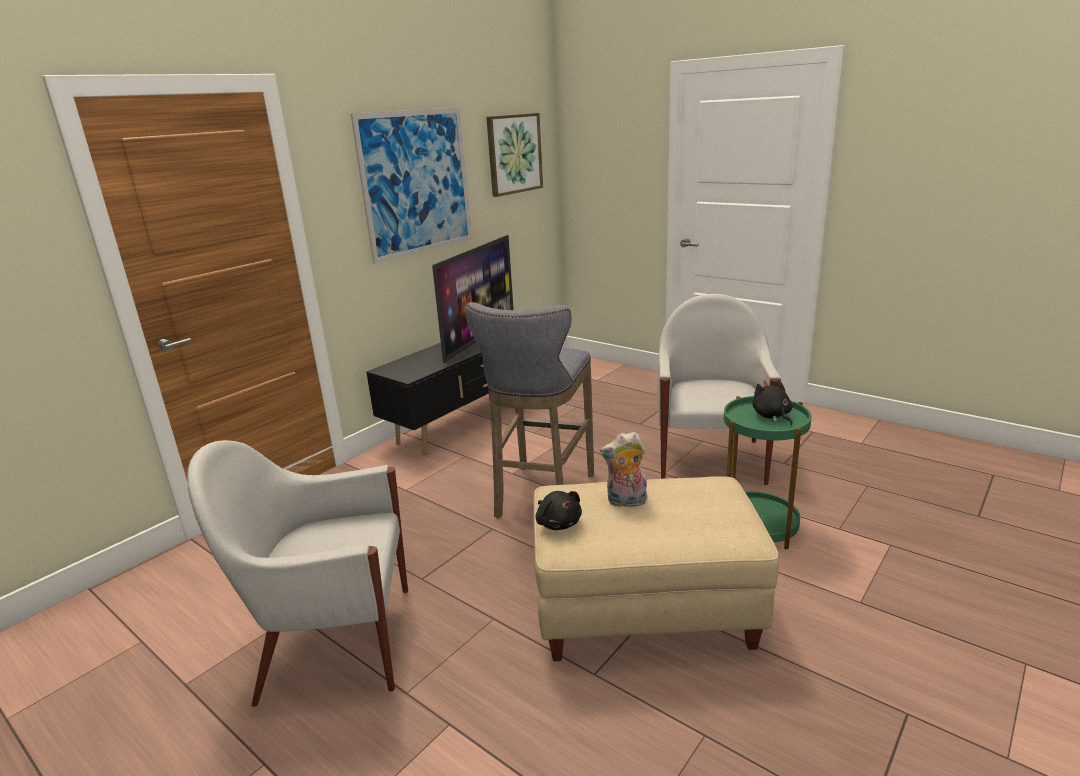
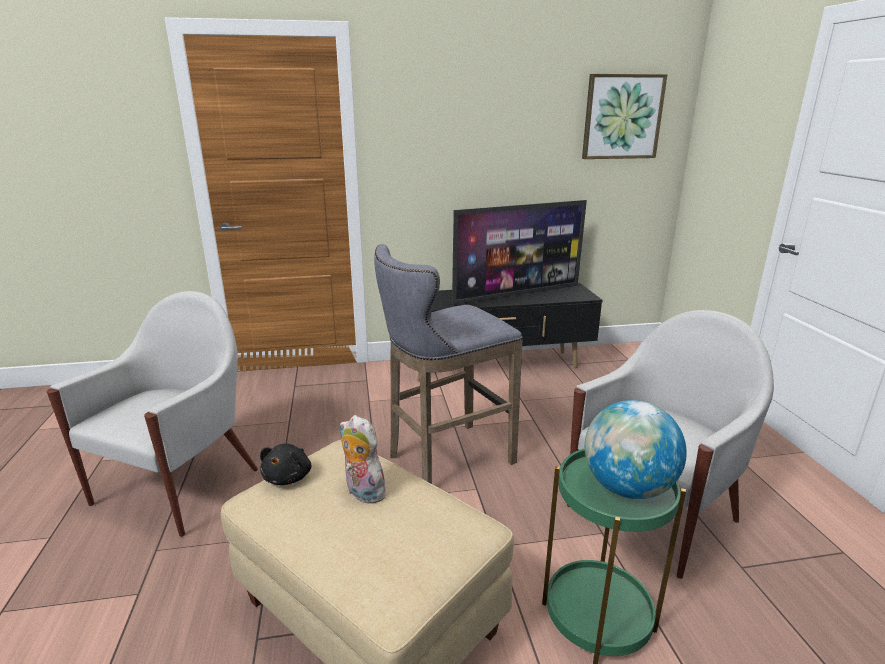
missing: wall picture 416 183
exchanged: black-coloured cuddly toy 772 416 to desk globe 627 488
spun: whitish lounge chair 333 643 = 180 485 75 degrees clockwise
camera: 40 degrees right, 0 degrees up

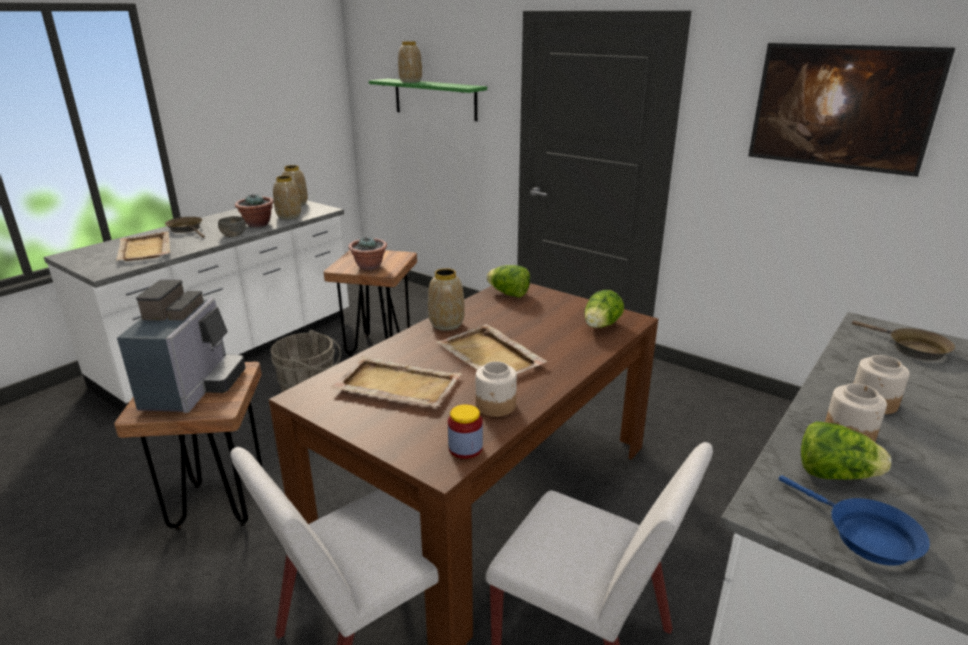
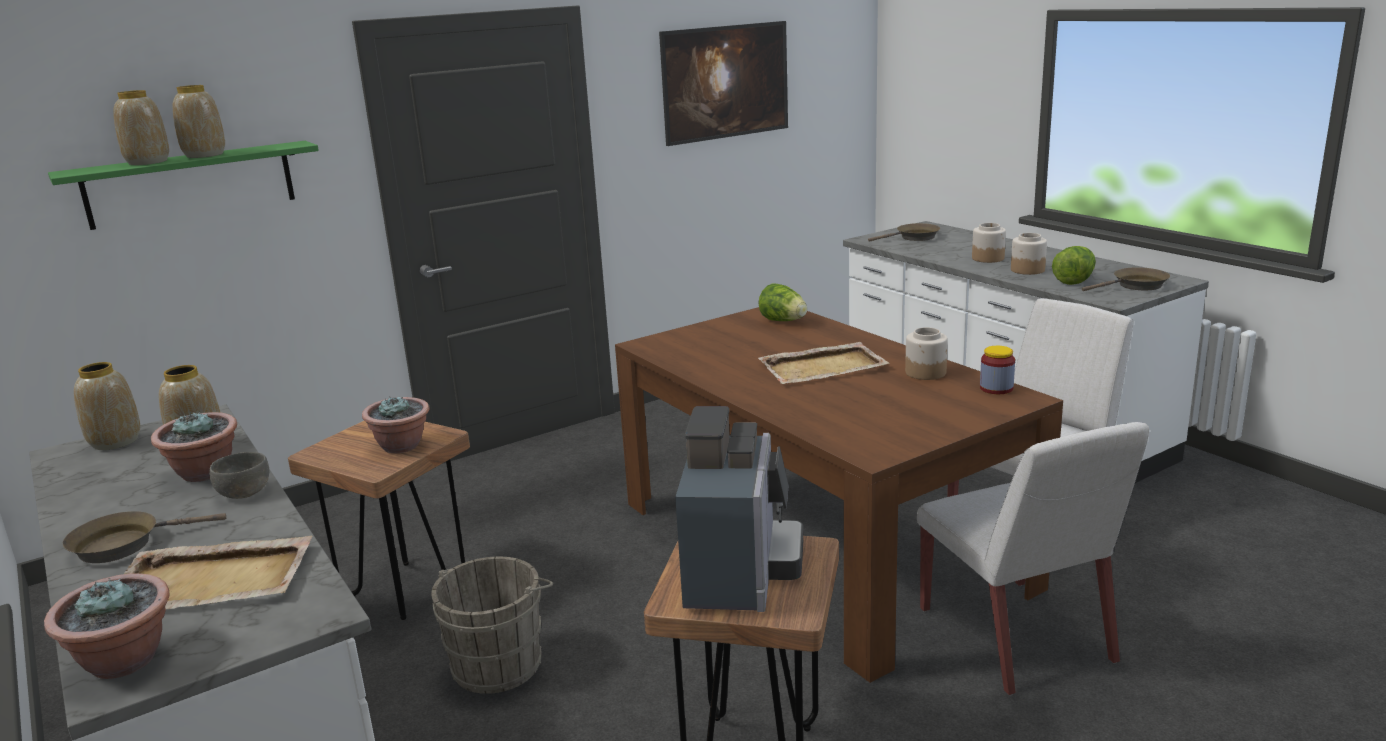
missing: lettuce 508 294; sand-coloured carrying tray 396 385
appeared: plant in a pot 125 661
relocated: vase 446 324 to 204 155
colour: blue-coloured pan 865 536 to brownish pan 1136 286
spun: coffee brewer 193 388 = 740 573 75 degrees clockwise
camera: 70 degrees left, 5 degrees down

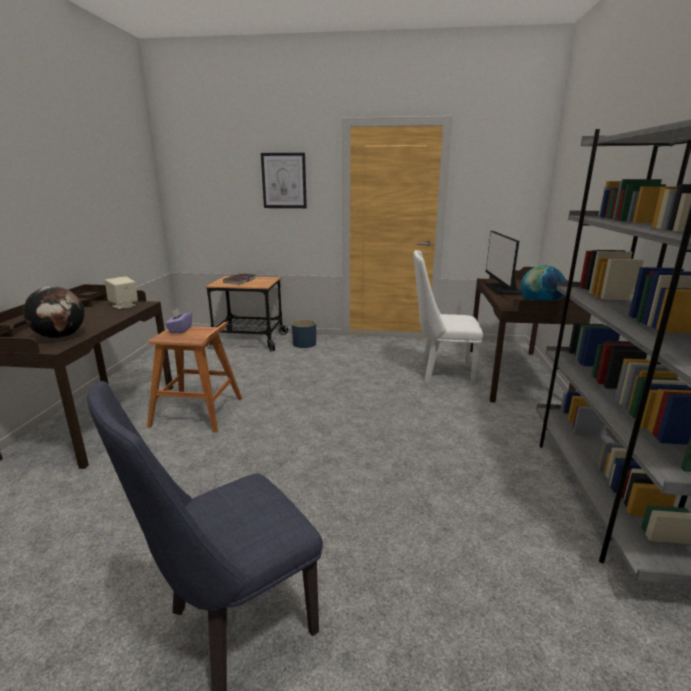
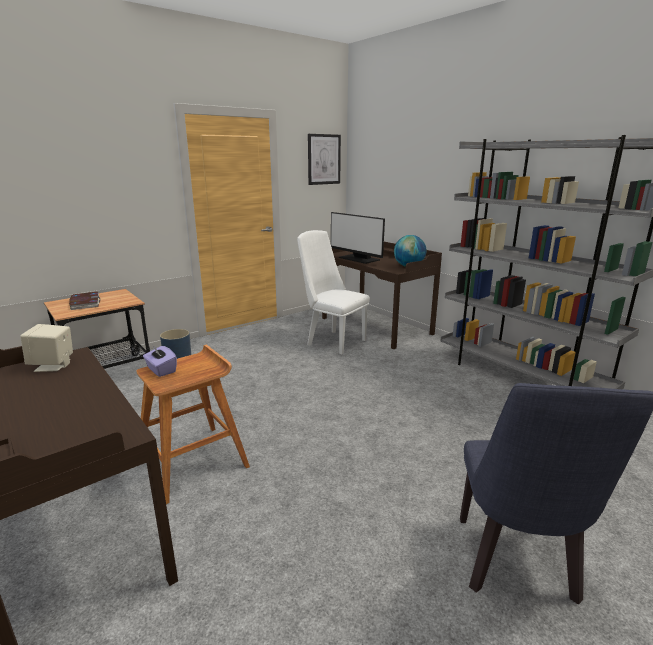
missing: desk globe 61 337
relocated: wall picture 284 181 to 324 159
spun: whitish chair 441 373 = 332 341 75 degrees clockwise
camera: 45 degrees left, 0 degrees up

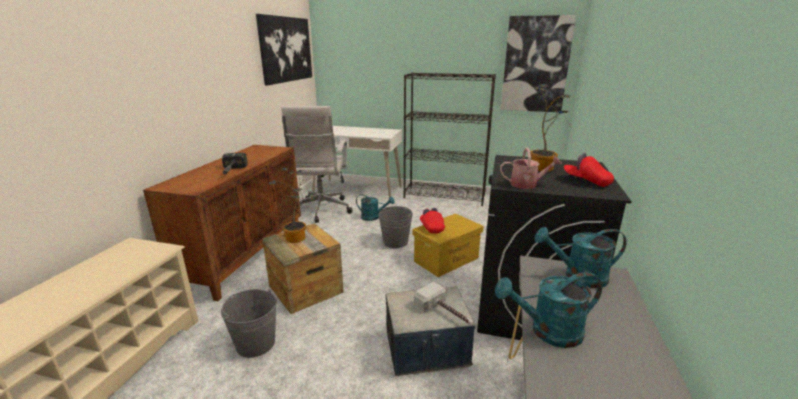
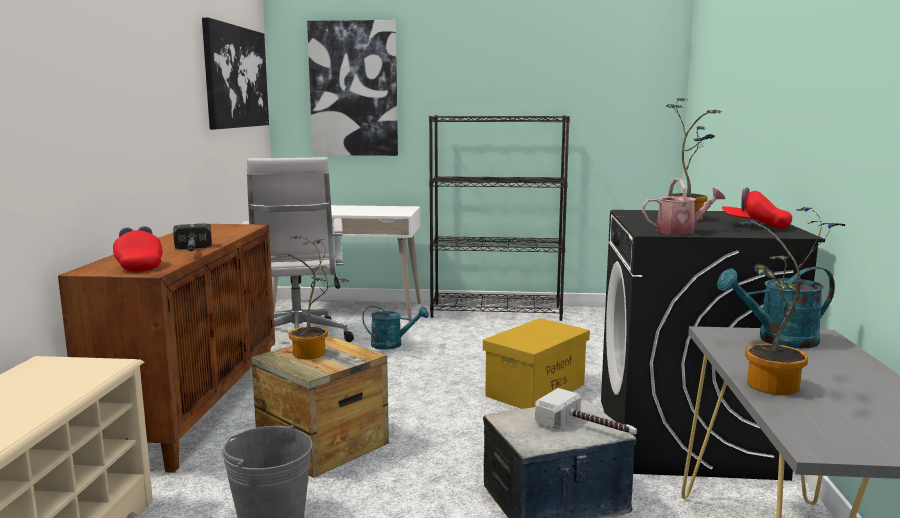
missing: greyish water bucket 395 242
relocated: wall picture 535 65 to 353 89; red peaked cap 431 227 to 139 266
exchanged: turquoise-coloured watering pot 547 332 to plant in a pot 771 388
camera: 10 degrees left, 10 degrees down

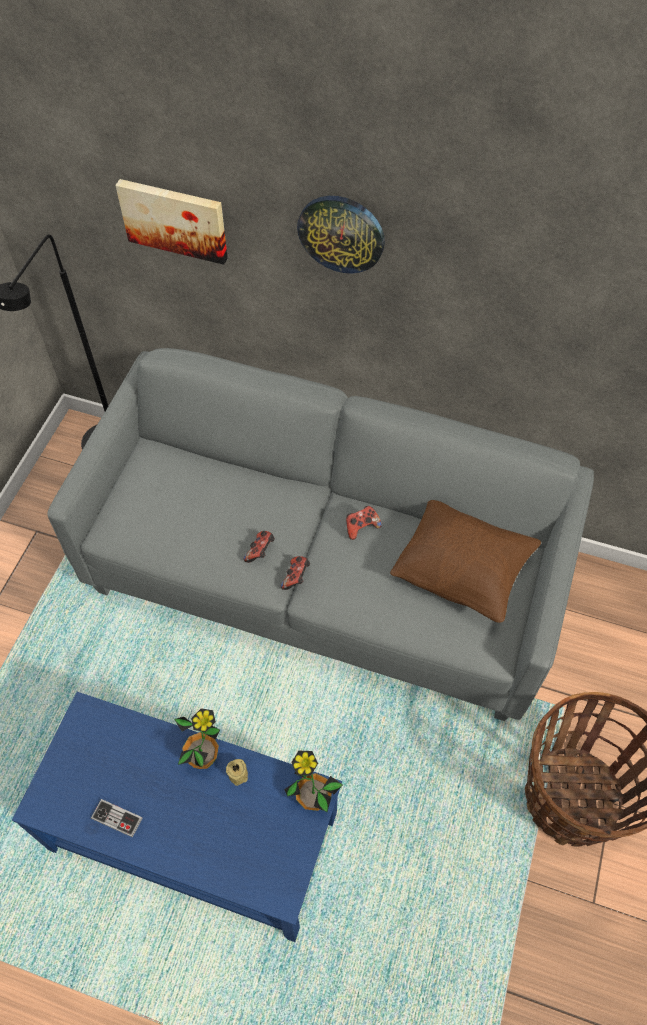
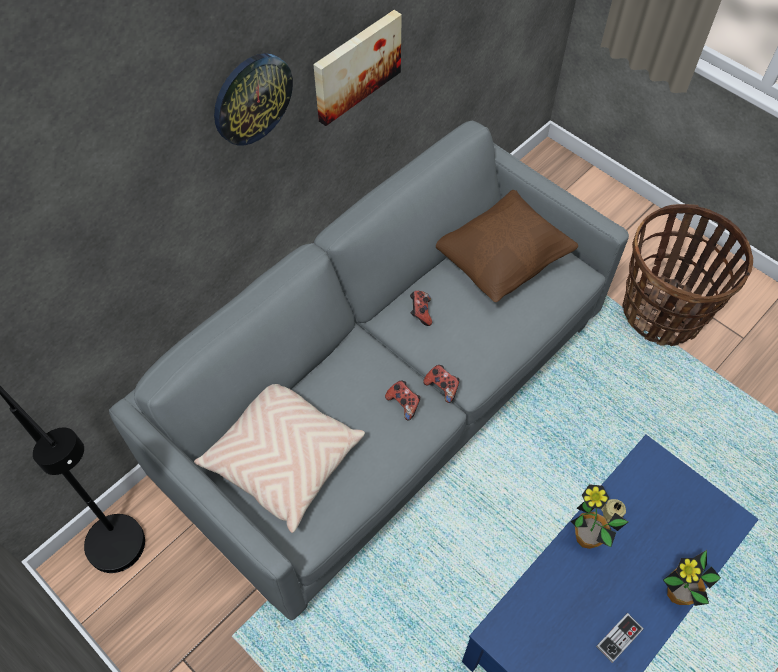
appeared: sand-coloured pillow 282 459
relocated: wall picture 175 219 to 355 65; plant in a pot 313 799 to 677 593
camera: 65 degrees left, 0 degrees up

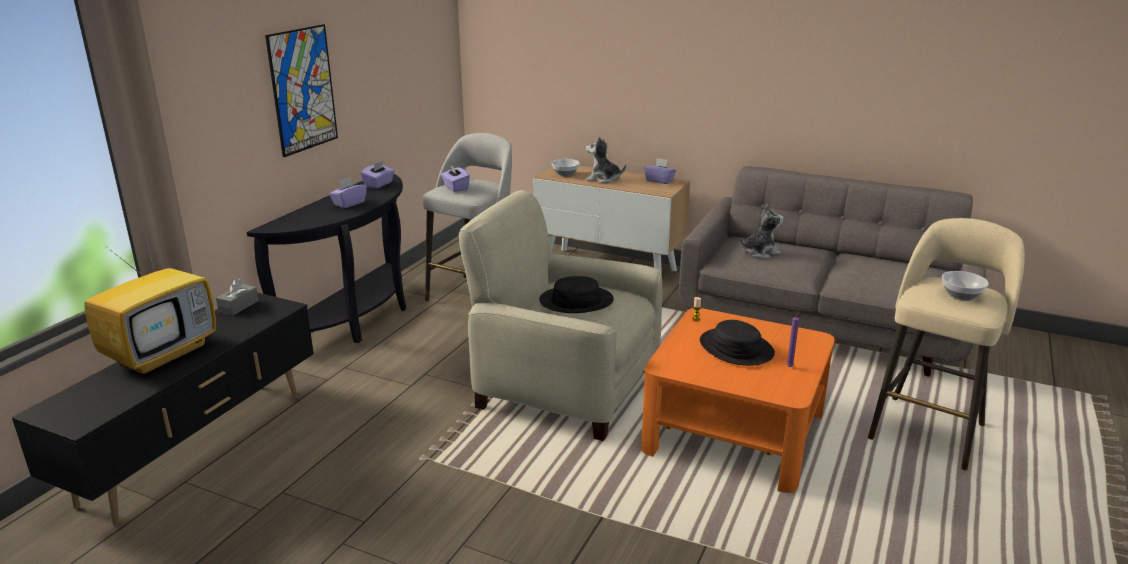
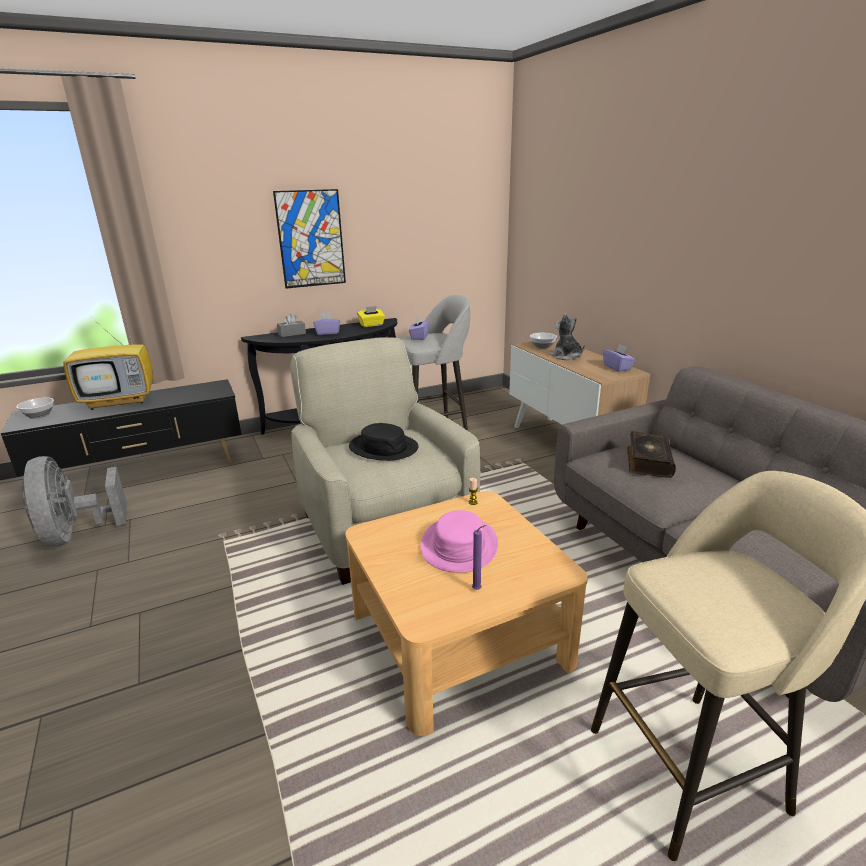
appeared: greyish electric fan 77 534
relocated: bowl 962 296 to 39 415; greyish tissue box 238 306 to 292 334
exchanged: cuddly toy 759 252 to bound book 648 462
colour: purplish tissue box 379 184 to yellow-coloured tissue box 371 325; orange-coloured lounge table 735 431 to sand-coloured lounge table 460 637; black-coloured hat 736 348 to pink hat 459 545
camera: 40 degrees right, 0 degrees up

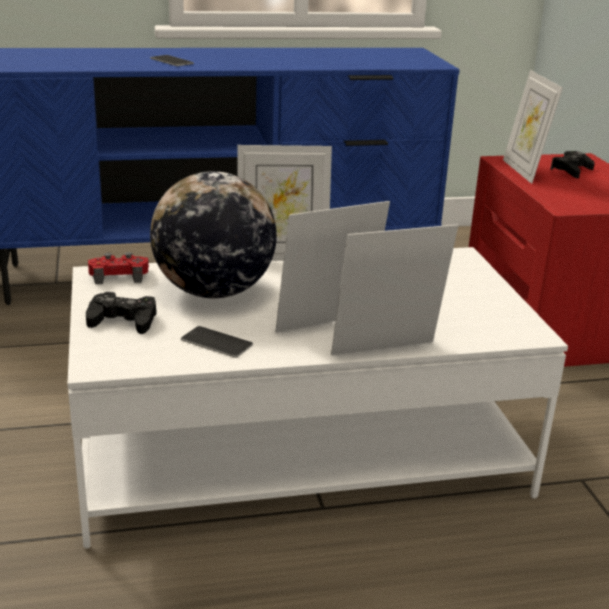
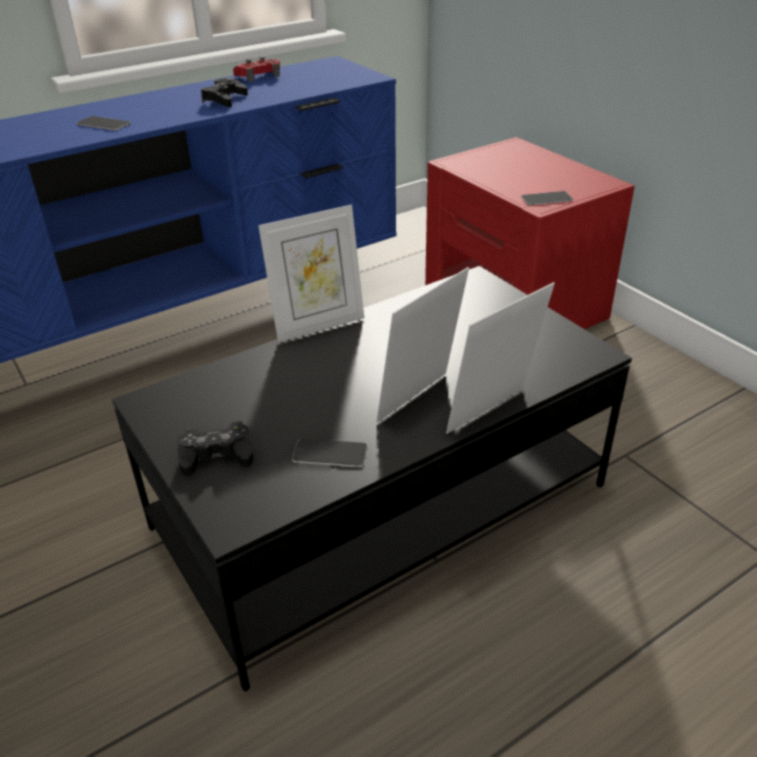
missing: standing frame 524 171; desk globe 214 292
appeared: phone 546 198
relocated: black-coloured joypad 571 170 to 225 99; red joypad 119 275 to 258 76
colour: whitish lounge table 298 450 to black-coloured lounge table 381 506
camera: 20 degrees left, 10 degrees up

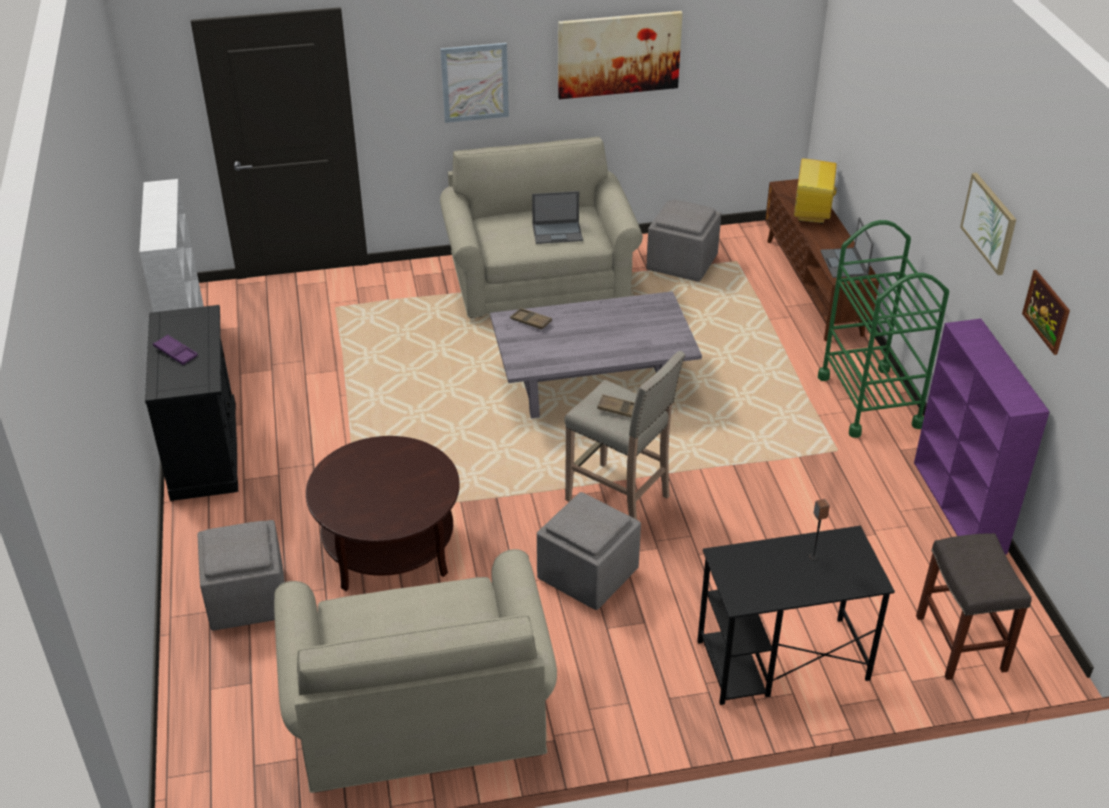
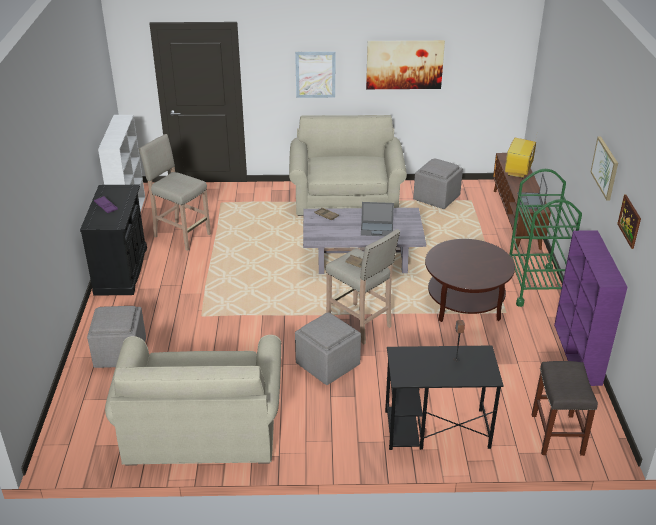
appeared: sand-coloured stool seat 181 235
relocated: notebook computer 558 232 to 377 229; brownish lounge table 389 546 to 465 302
camera: 10 degrees right, 5 degrees down

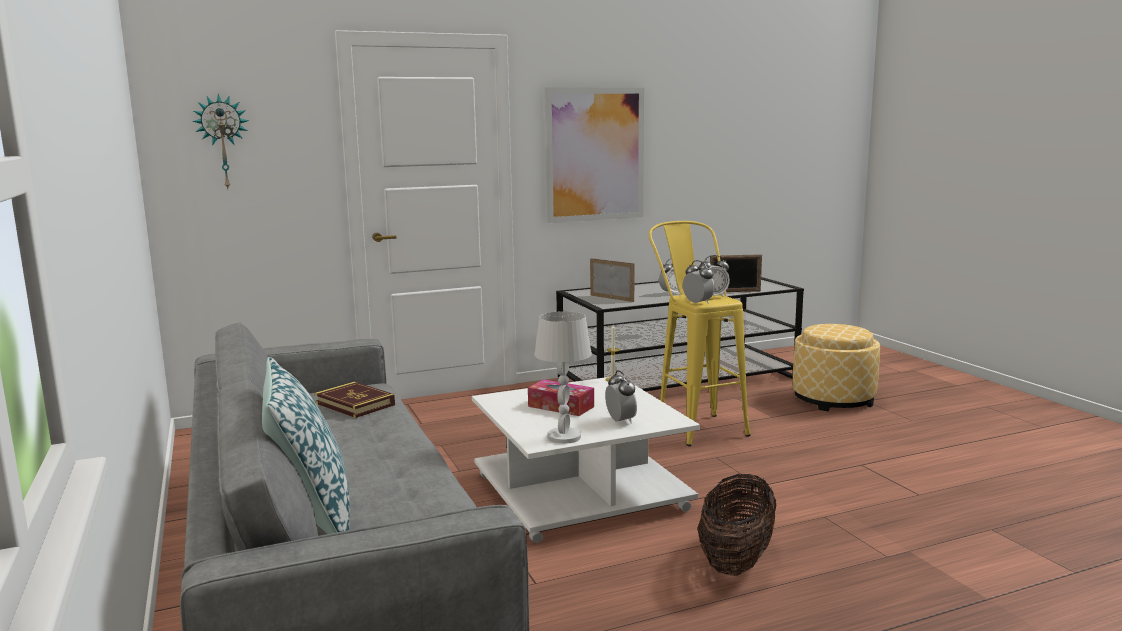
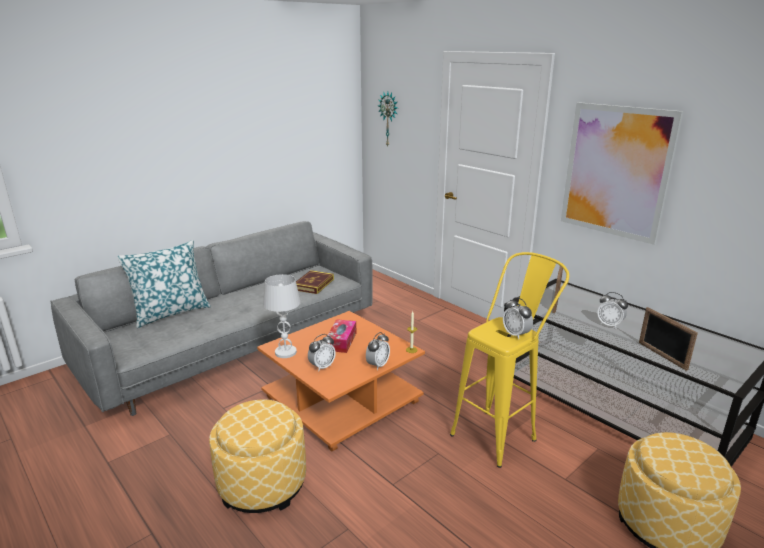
relocated: bedside clock 698 303 to 377 365
exchanged: storage basket 736 560 to pouffe 262 484
colour: whitish lounge table 577 492 to orange-coloured lounge table 342 399
camera: 70 degrees right, 10 degrees up

